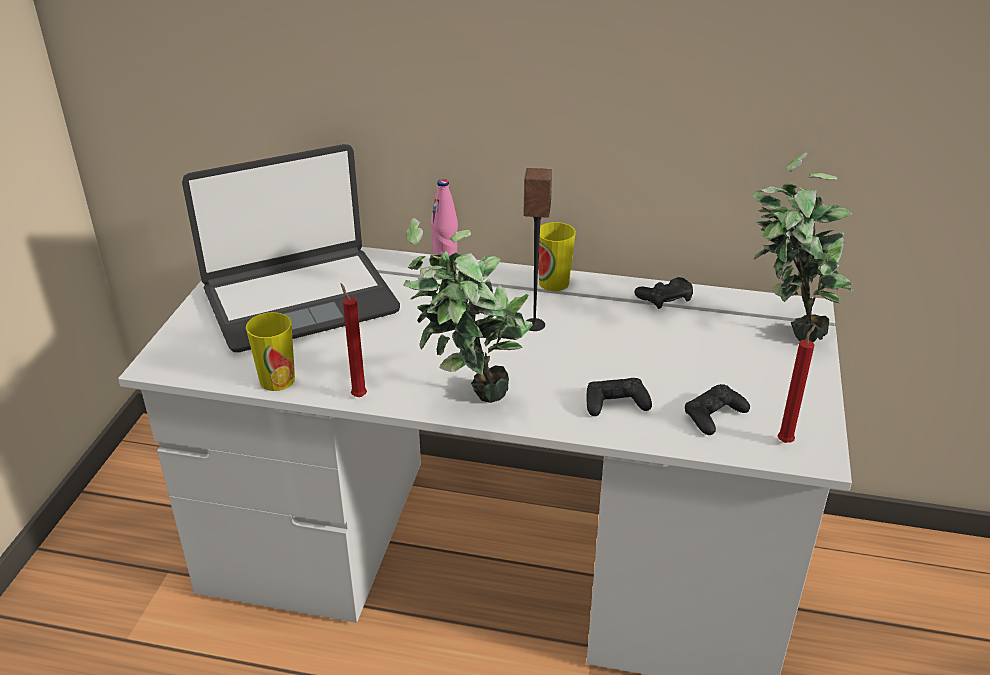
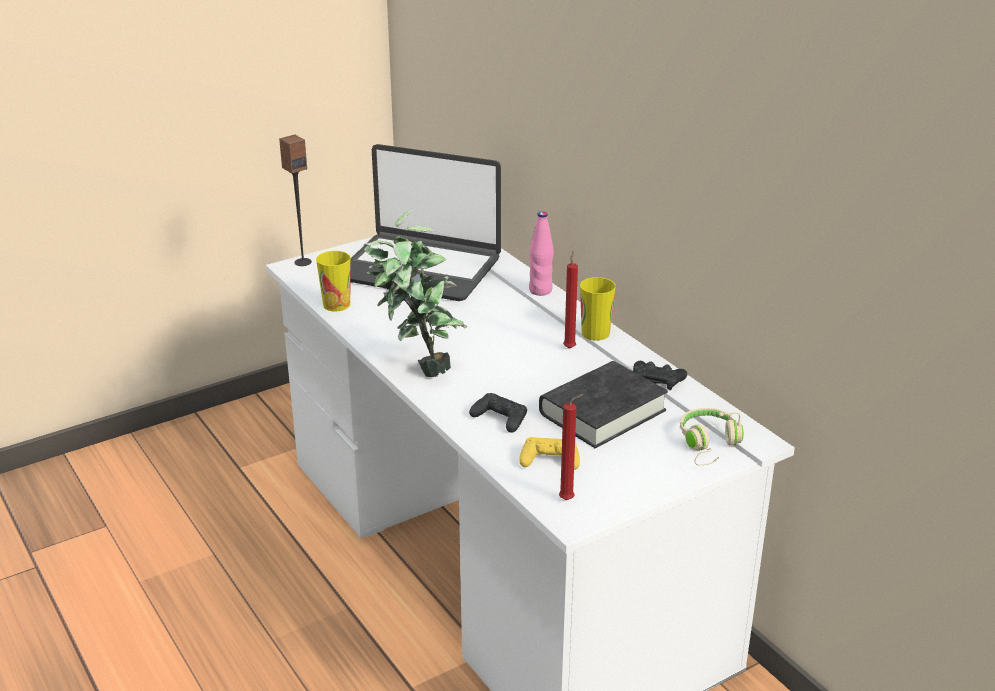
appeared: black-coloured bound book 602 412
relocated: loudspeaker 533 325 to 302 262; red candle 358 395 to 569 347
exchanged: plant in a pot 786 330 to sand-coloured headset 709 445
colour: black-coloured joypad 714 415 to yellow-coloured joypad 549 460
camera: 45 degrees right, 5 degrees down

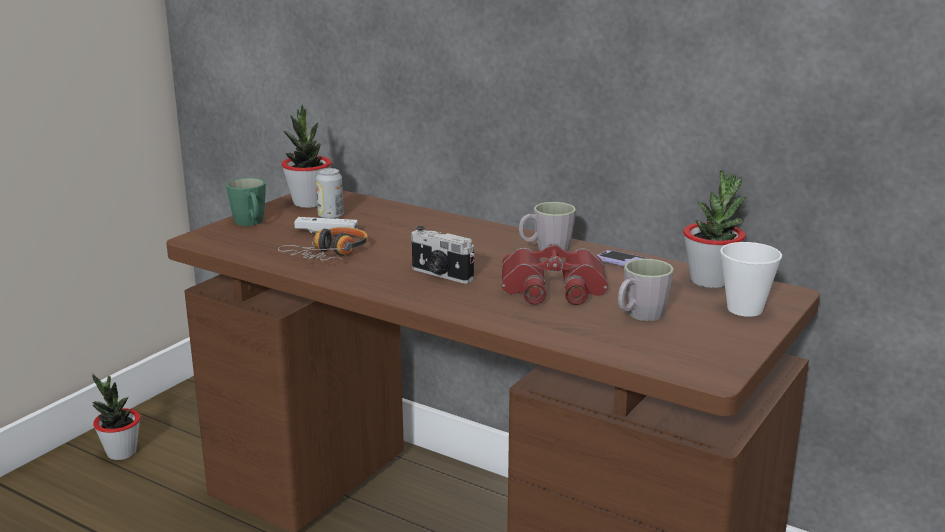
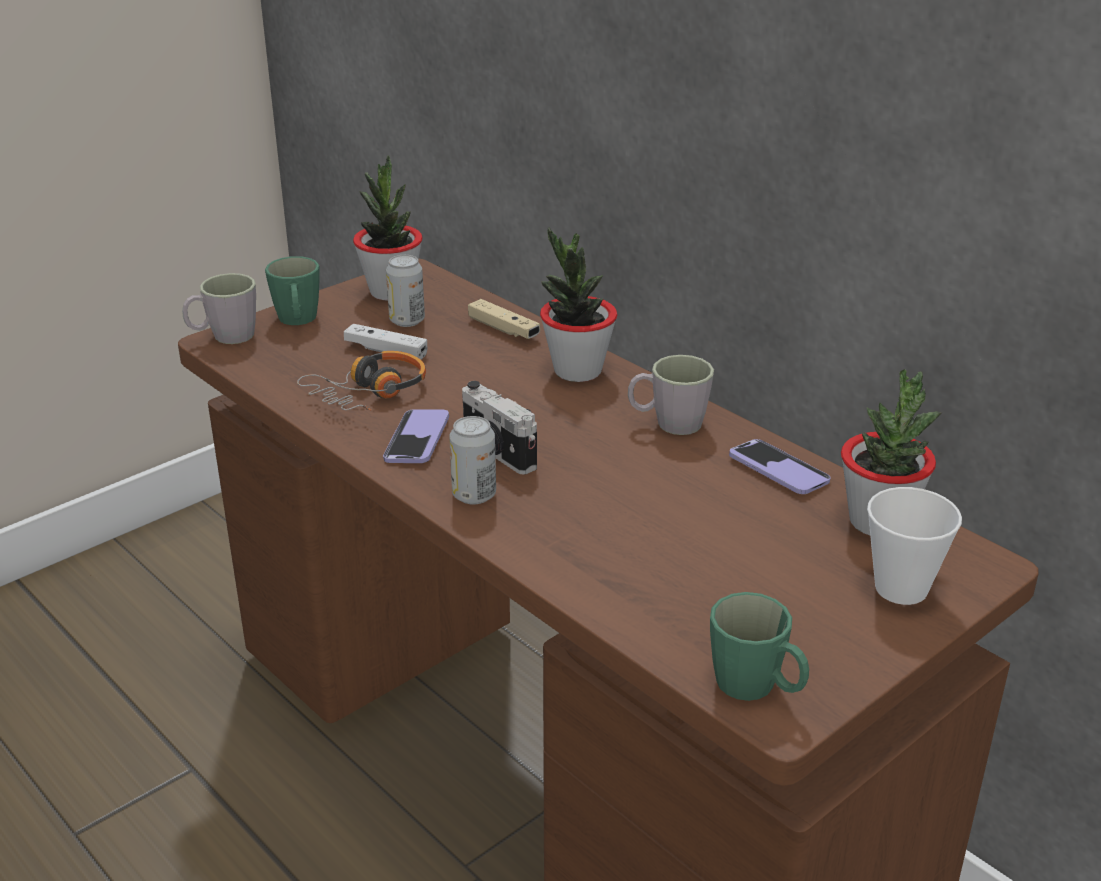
missing: red field glasses 552 288
appeared: sand-coloured joypad 503 329; phone 417 439; metal can 474 495; greenish tea mug 756 688
relocated: greyish tea mug 639 316 to 224 337; plant in a pot 121 453 to 577 371
camera: 15 degrees right, 10 degrees up

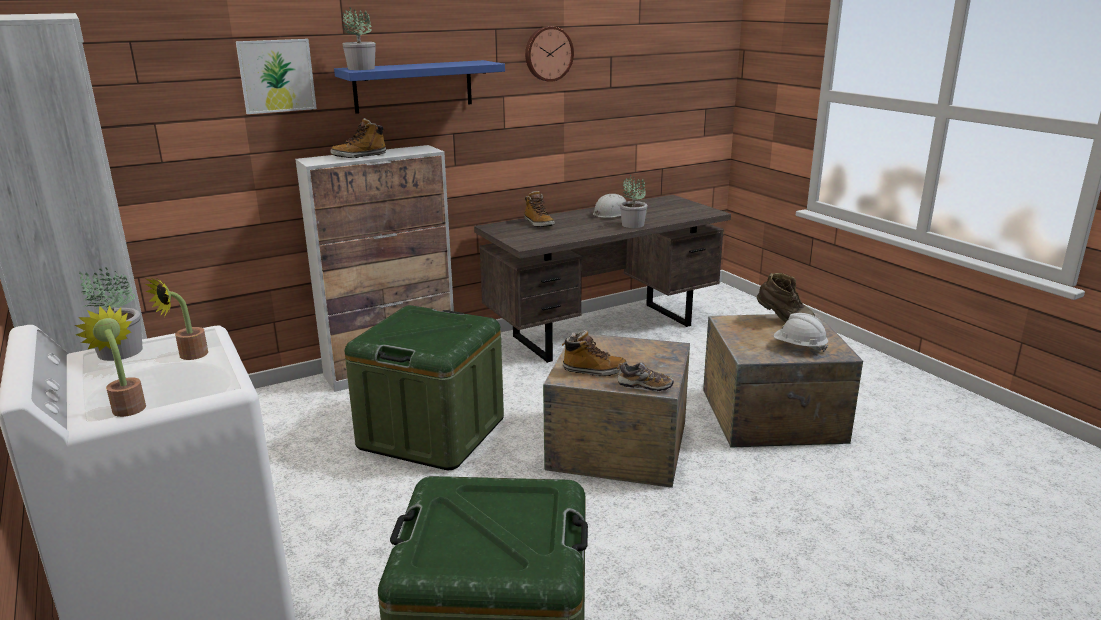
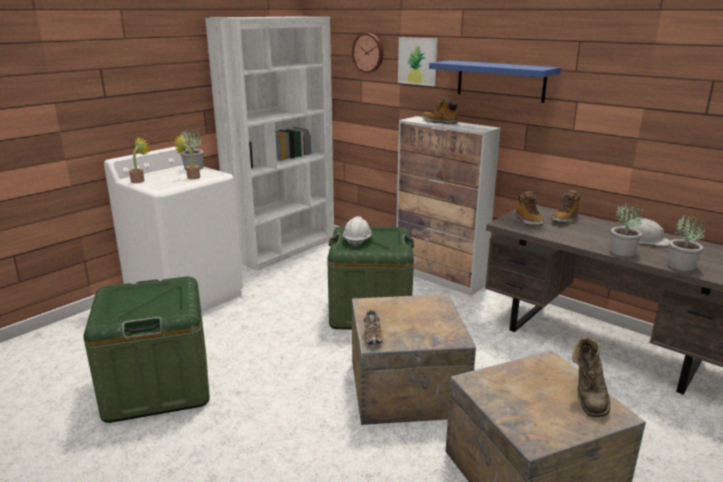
relocated: plant in a pot 360 68 to 680 265; clock on the wall 548 53 to 368 53; whitish safety helmet 799 347 to 357 241; boot 594 371 to 528 221
camera: 70 degrees right, 0 degrees up

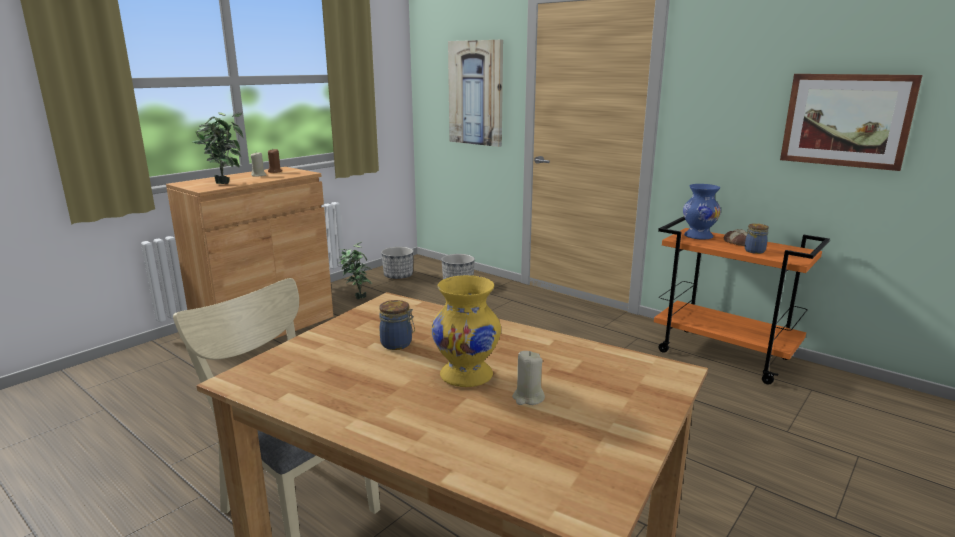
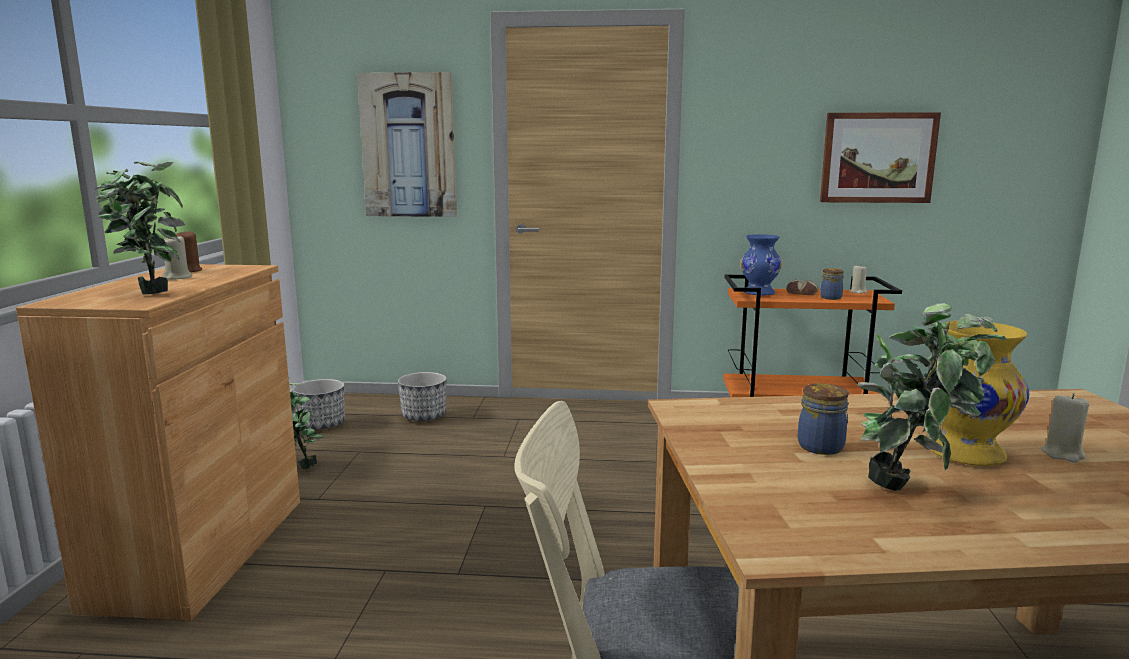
appeared: sand-coloured candle 858 292; plant in a pot 913 489
camera: 35 degrees left, 5 degrees down

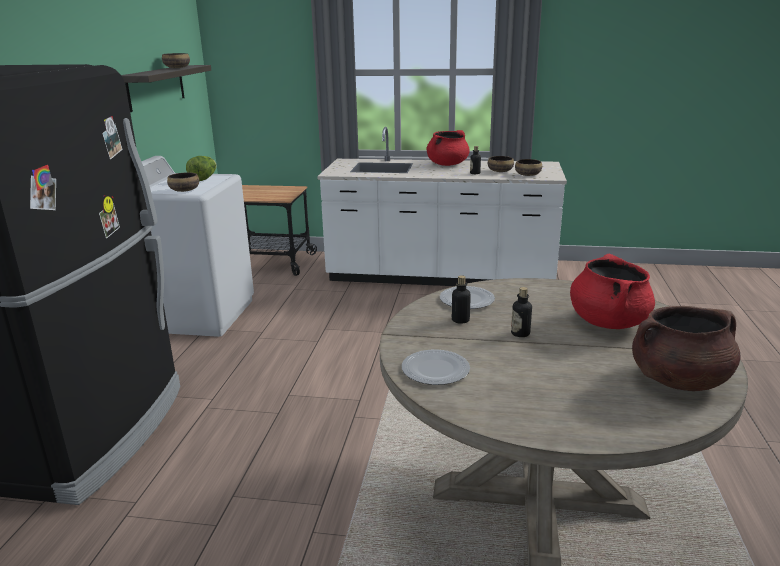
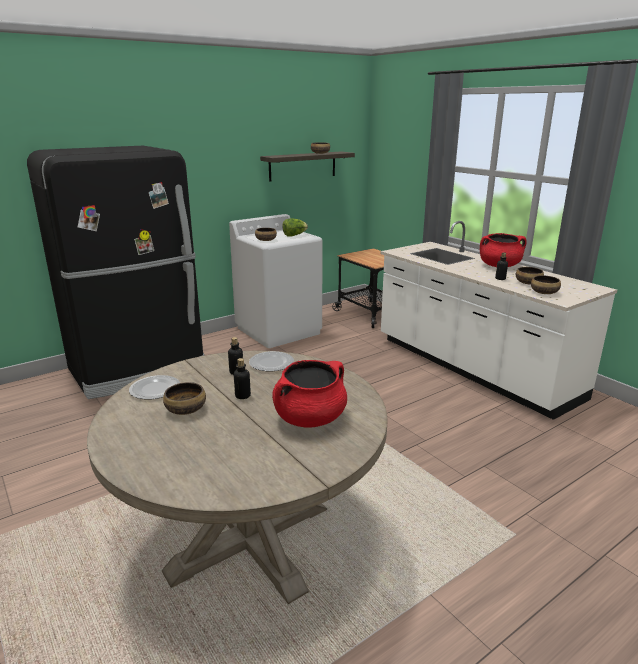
missing: brownish saucepot 678 380
appeared: bowl 186 409
camera: 45 degrees right, 0 degrees up

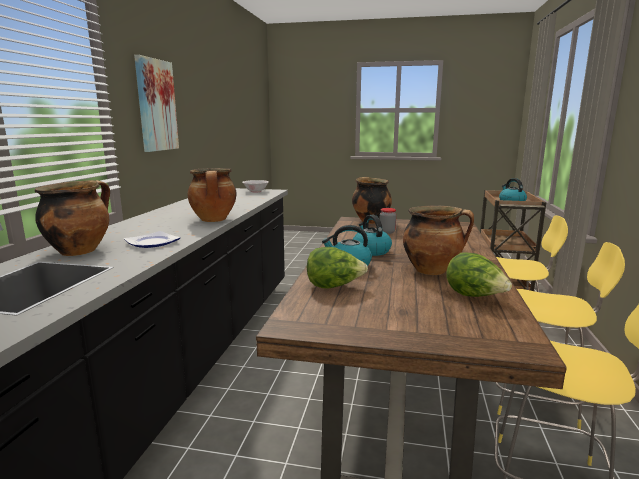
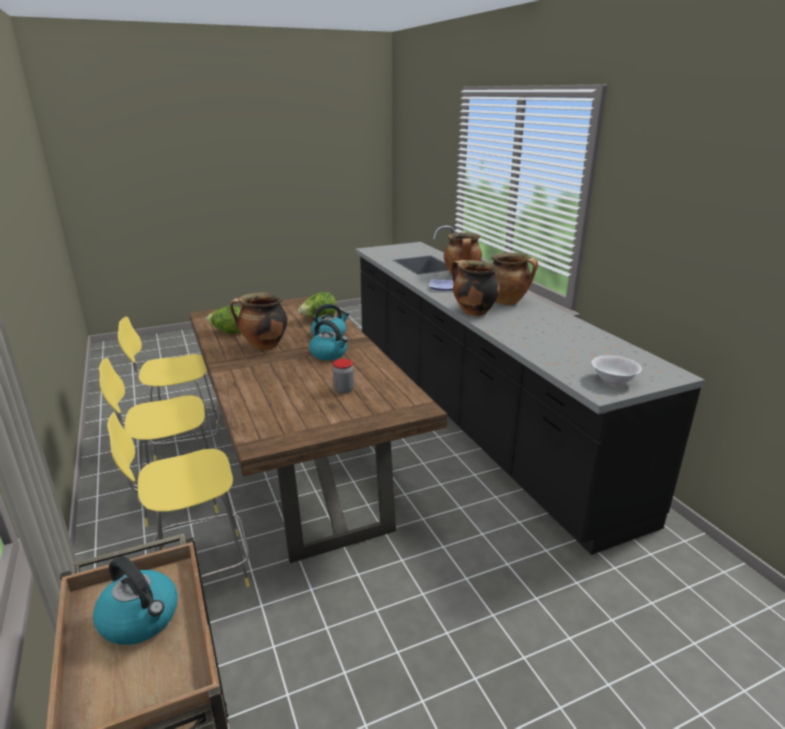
missing: wall picture 156 105
relocated: saucepot 370 221 to 508 302
camera: 145 degrees right, 10 degrees up

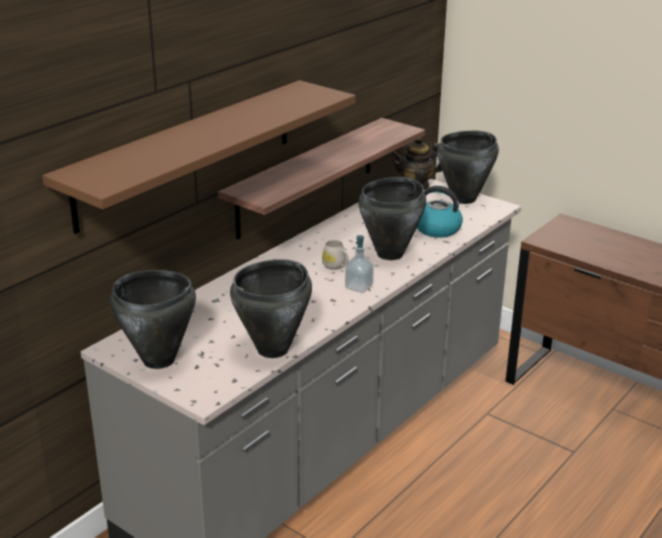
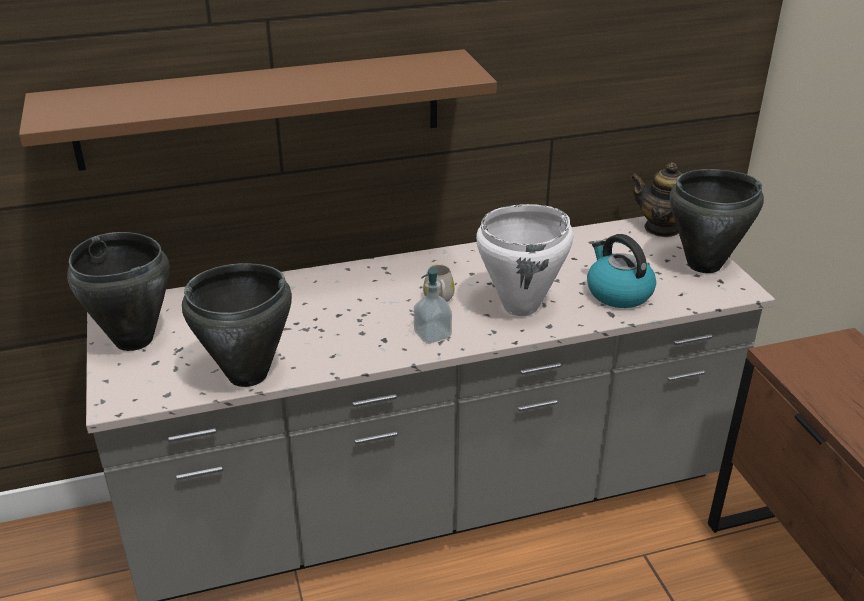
missing: bracket shelf 307 177
colour: black-coloured saucepot 390 254 to whitish saucepot 521 306
camera: 35 degrees right, 5 degrees up

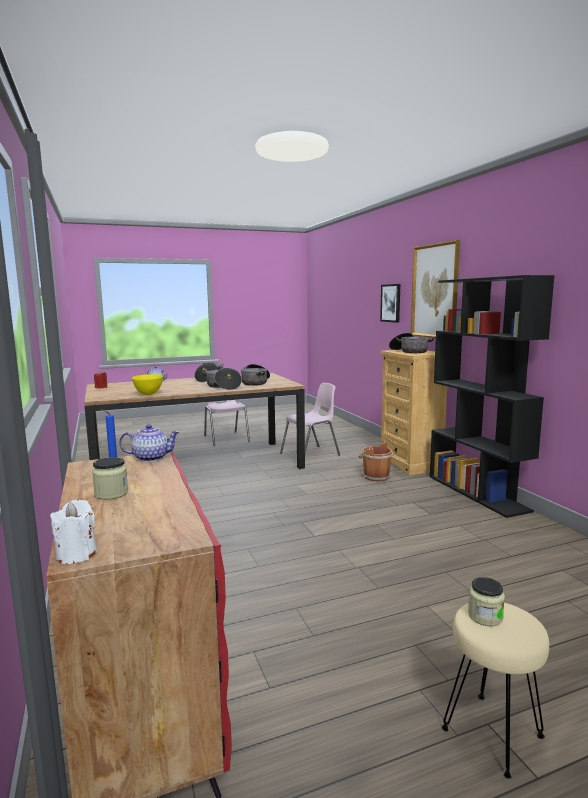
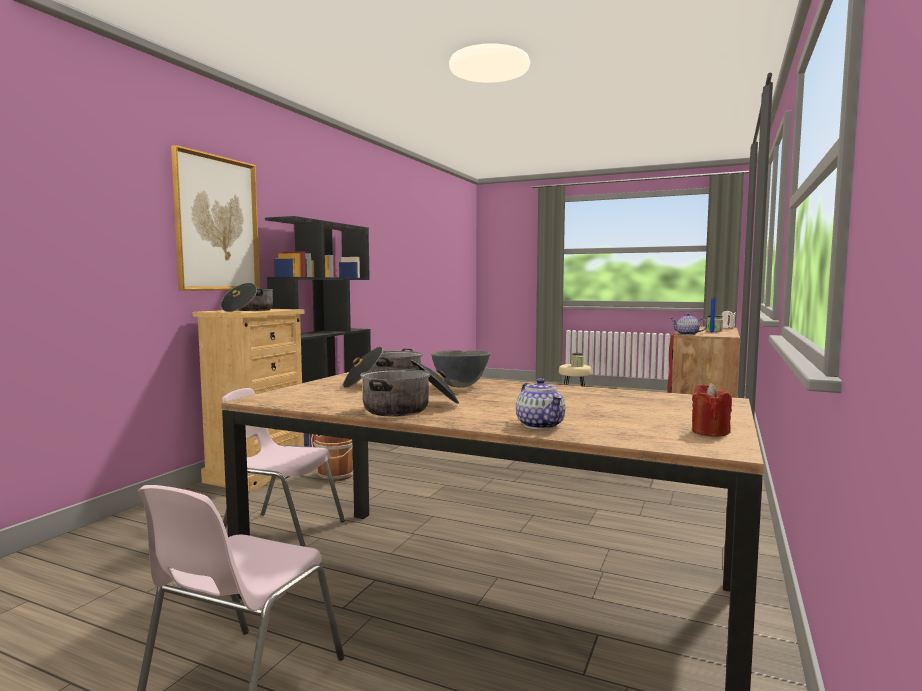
missing: wall picture 391 303; yellow-coloured bowl 148 394
exchanged: saucepot 223 386 to greyish bowl 459 386
camera: 135 degrees left, 5 degrees down

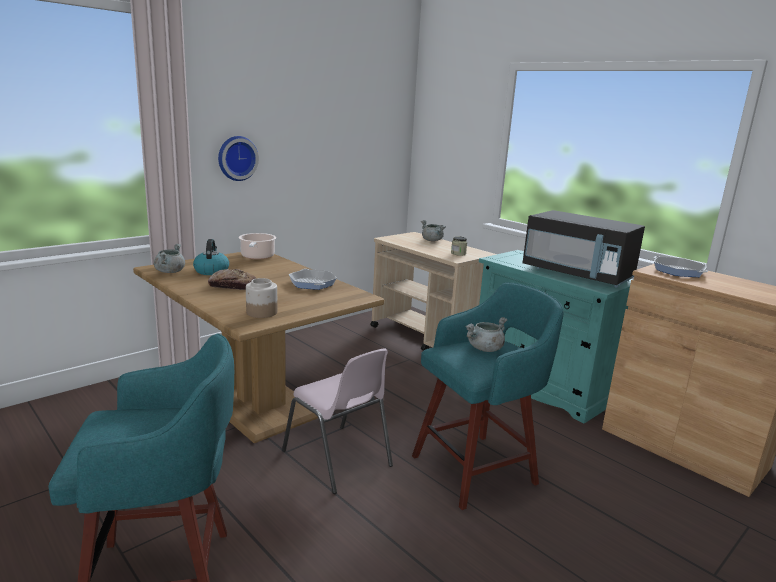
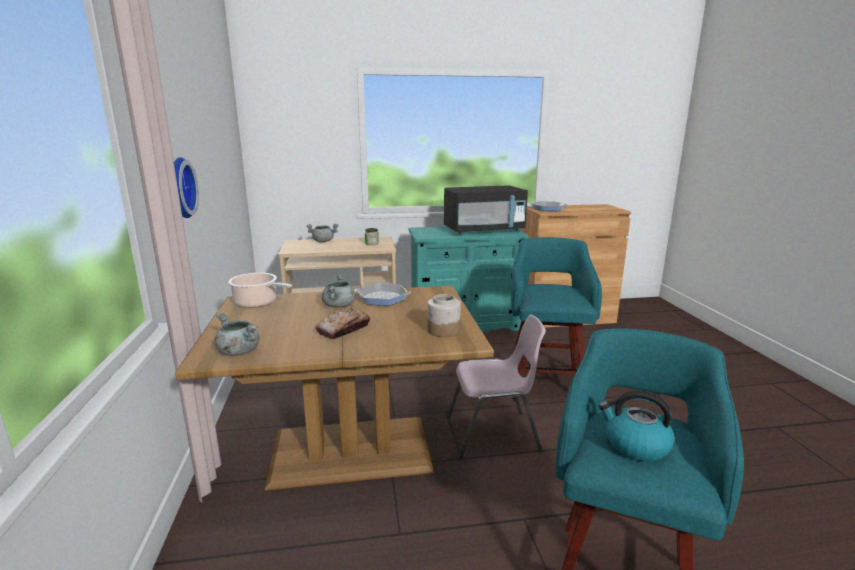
relocated: tea kettle 211 271 to 635 445; greyish saucepot 485 349 to 339 306
camera: 55 degrees left, 0 degrees up

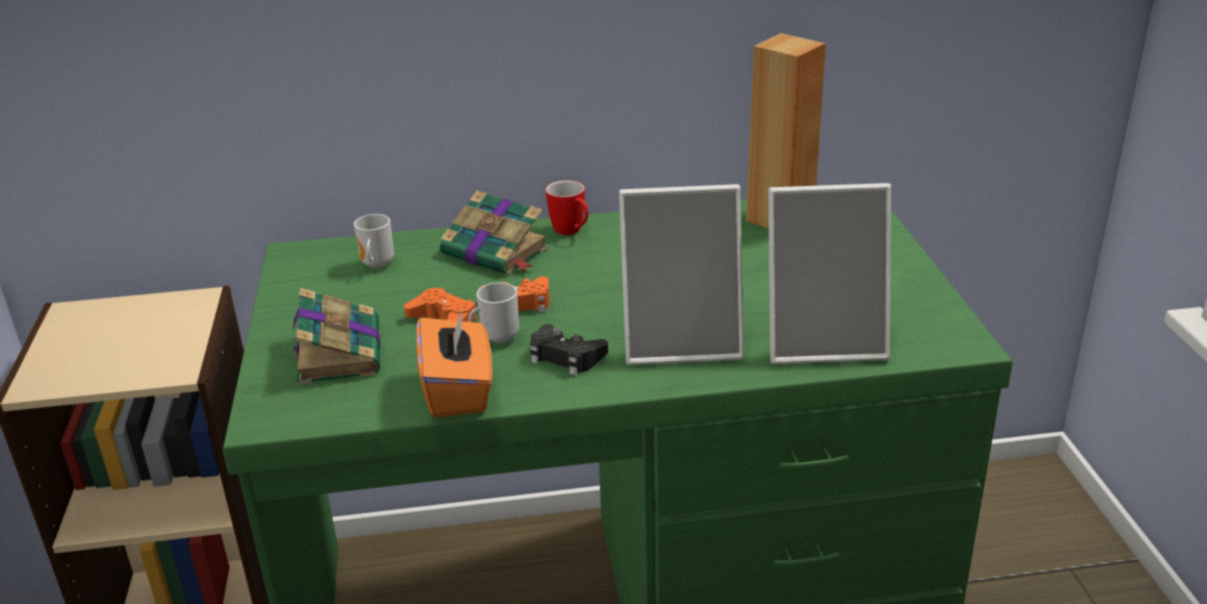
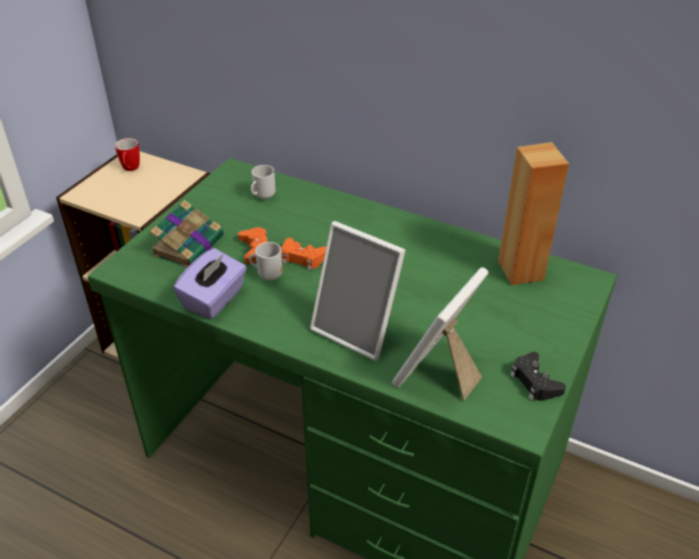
missing: bound book 496 252
relocated: tea mug 572 232 to 130 169; black-coloured joypad 565 356 to 535 382
colour: orange-coloured tissue box 458 391 to purplish tissue box 214 299
spun: standing frame 823 340 = 439 373 90 degrees clockwise
camera: 35 degrees right, 10 degrees up

